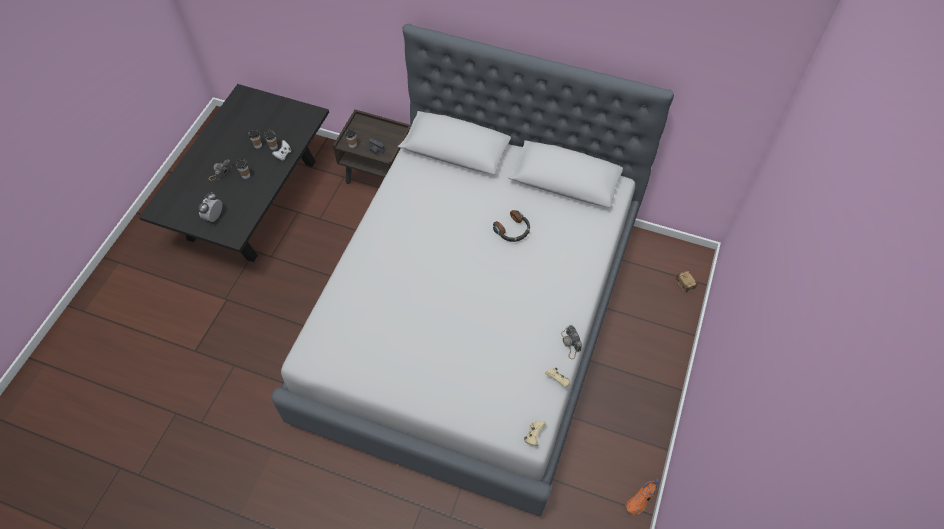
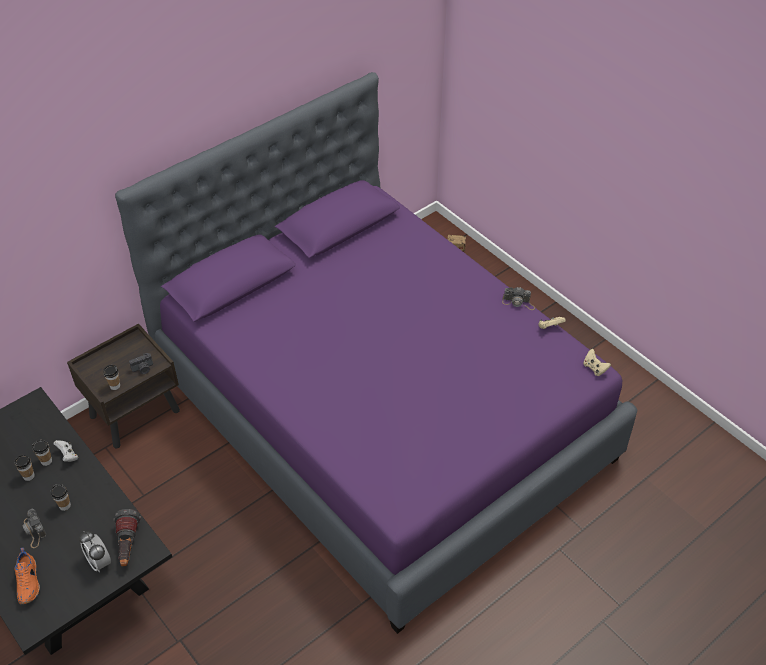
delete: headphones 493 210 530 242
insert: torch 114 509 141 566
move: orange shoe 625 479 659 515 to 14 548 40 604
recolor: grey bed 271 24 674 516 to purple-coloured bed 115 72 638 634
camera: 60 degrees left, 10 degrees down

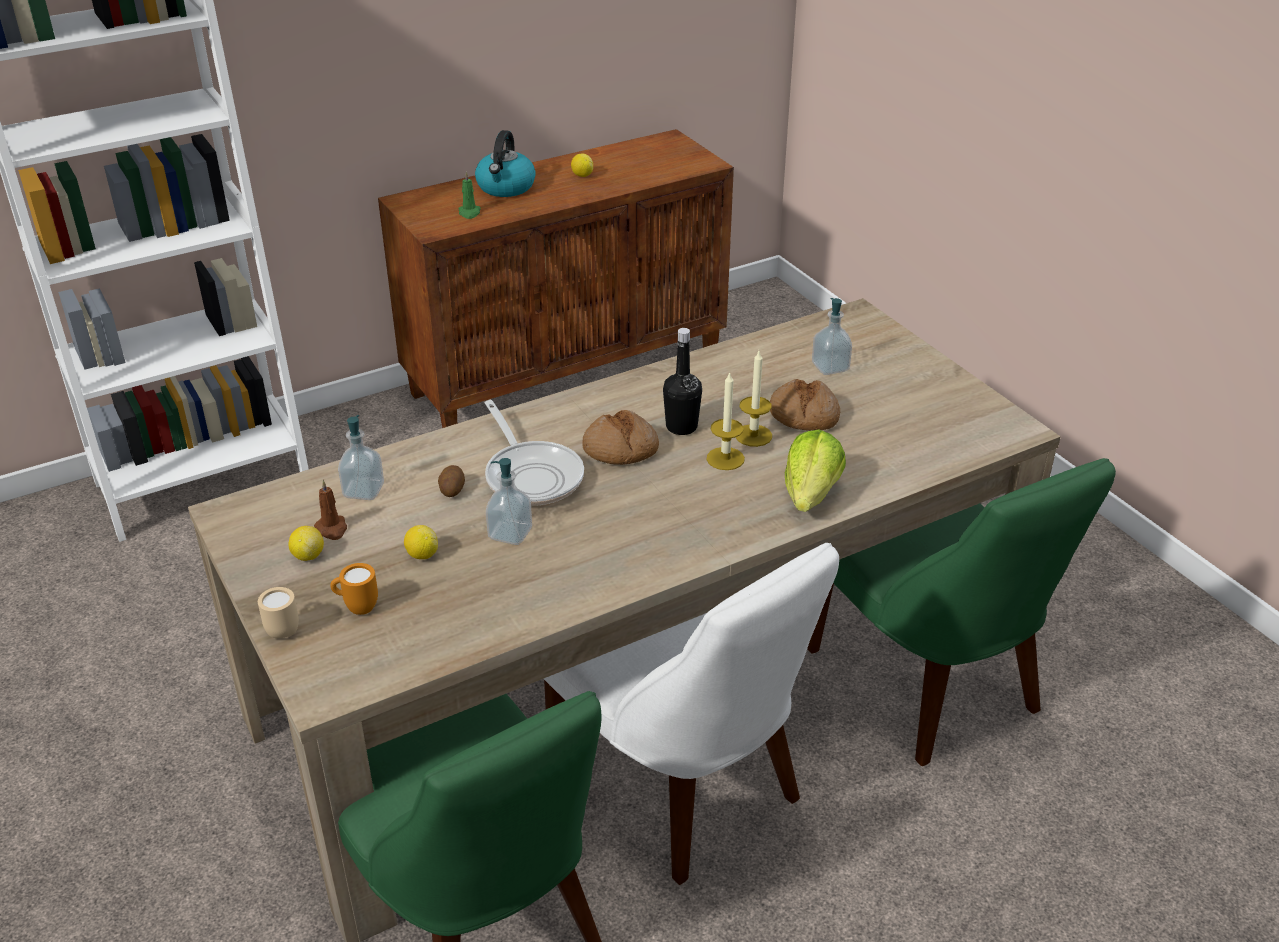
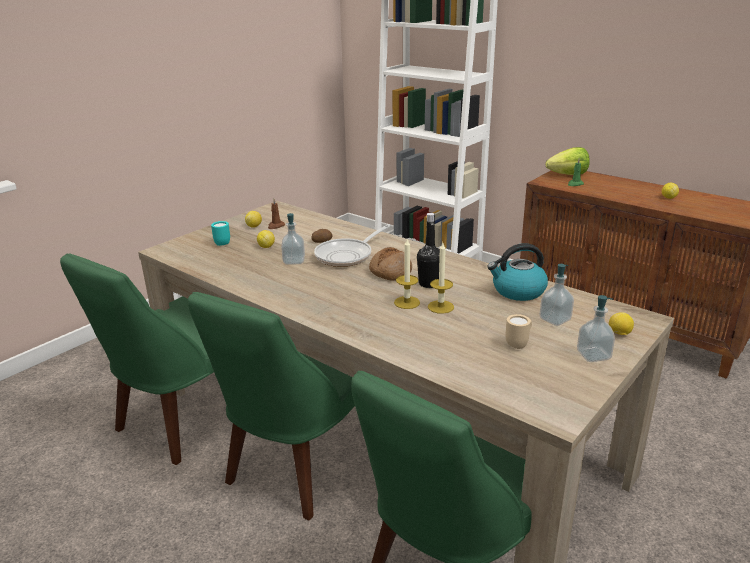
delete: bakery bread 770 379 840 431
insert: citrus fruit 609 312 634 335
move: beige coffee mug 258 587 299 638 to 505 314 532 349; soap dispenser 338 415 384 500 to 577 295 615 362; tea kettle 475 130 536 197 to 487 243 548 301; head of lettuce 785 430 846 512 to 546 147 590 175
recolor: orange coffee mug 330 563 378 615 to turquoise-coloured coffee mug 211 221 230 246; whitish plain chair 544 543 839 885 to greenish plain chair 188 292 355 520
camera: 70 degrees right, 10 degrees down

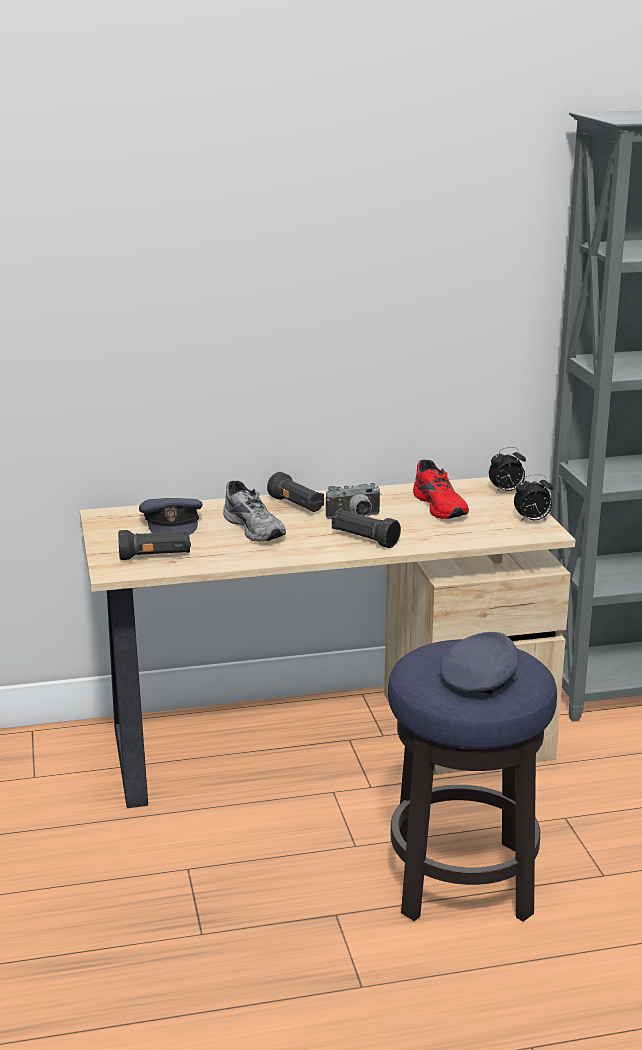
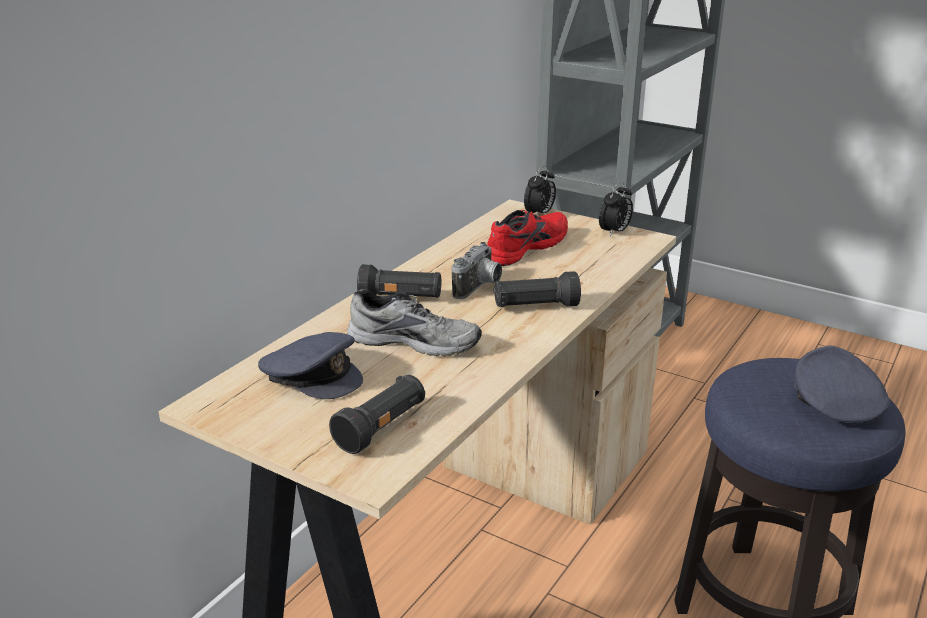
rotate: red shoe 413 460 469 519 = 487 210 568 266 75 degrees counterclockwise
camera: 45 degrees left, 5 degrees up

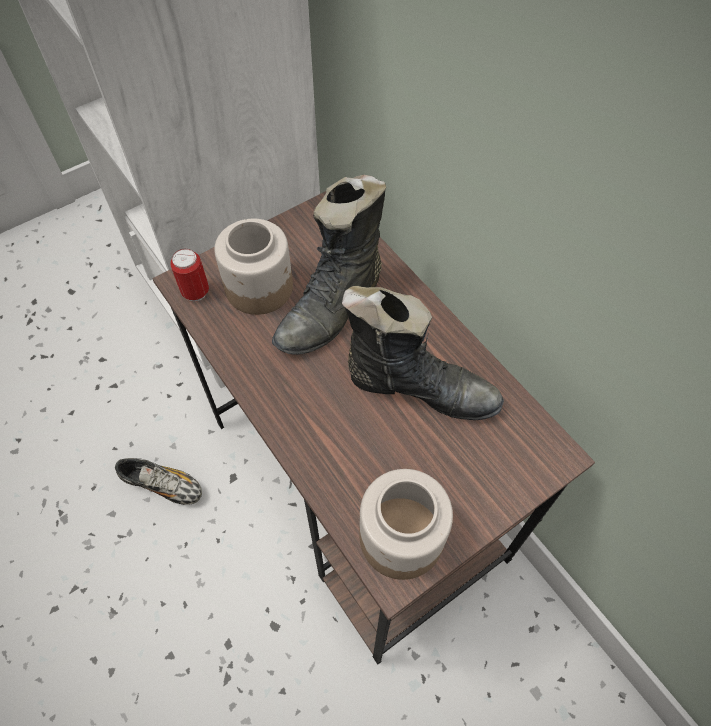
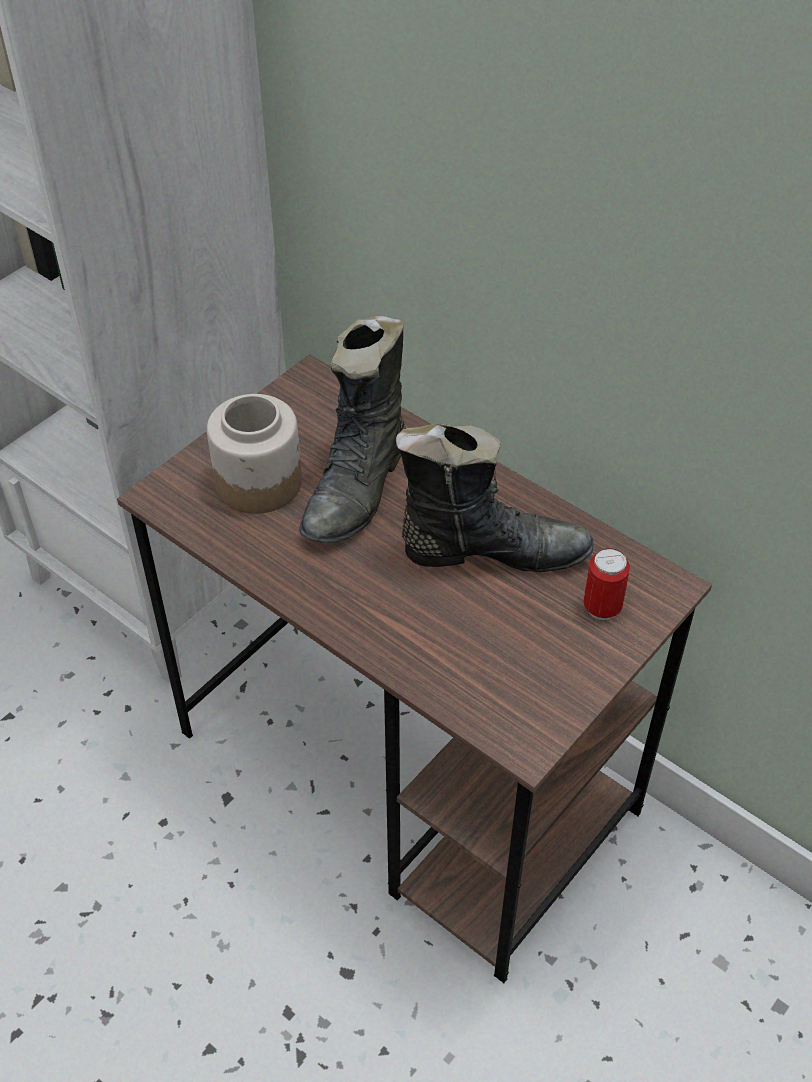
delete: shoe 115 458 202 505; jar 359 469 453 580
move: metal can 170 249 209 301 to 583 548 630 620
camera: 15 degrees left, 10 degrees down

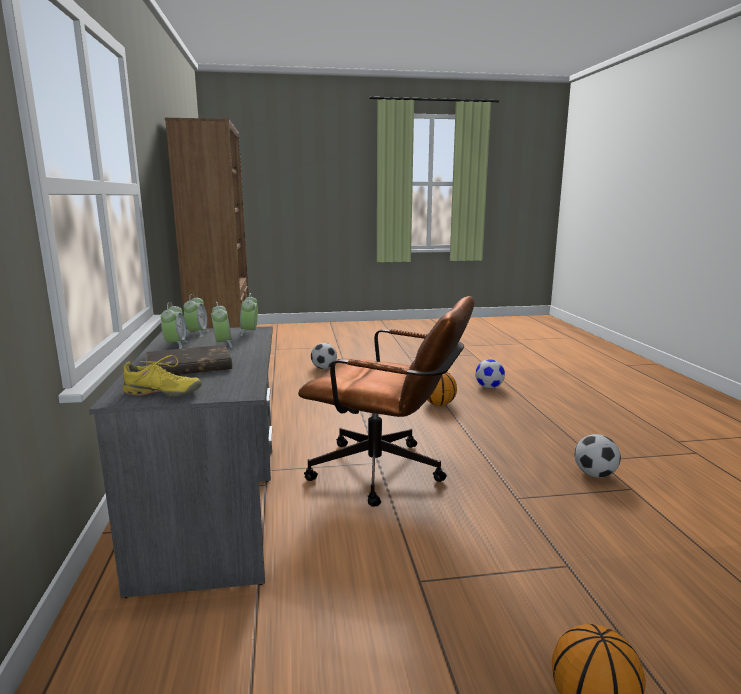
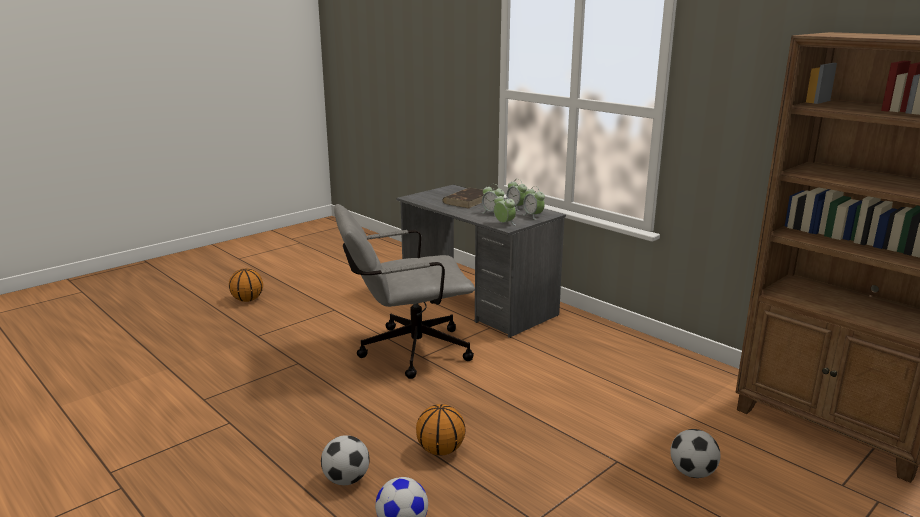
delete: yellow-coloured shoe 122 355 202 397
move: football 575 434 621 478 to 321 435 370 485
recolor: brown office chair 298 296 474 507 to grey office chair 334 204 475 379
camera: 145 degrees right, 5 degrees up

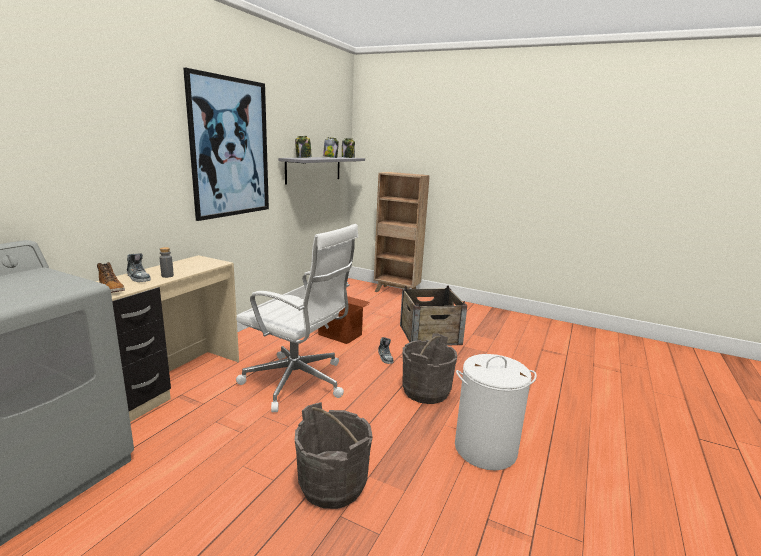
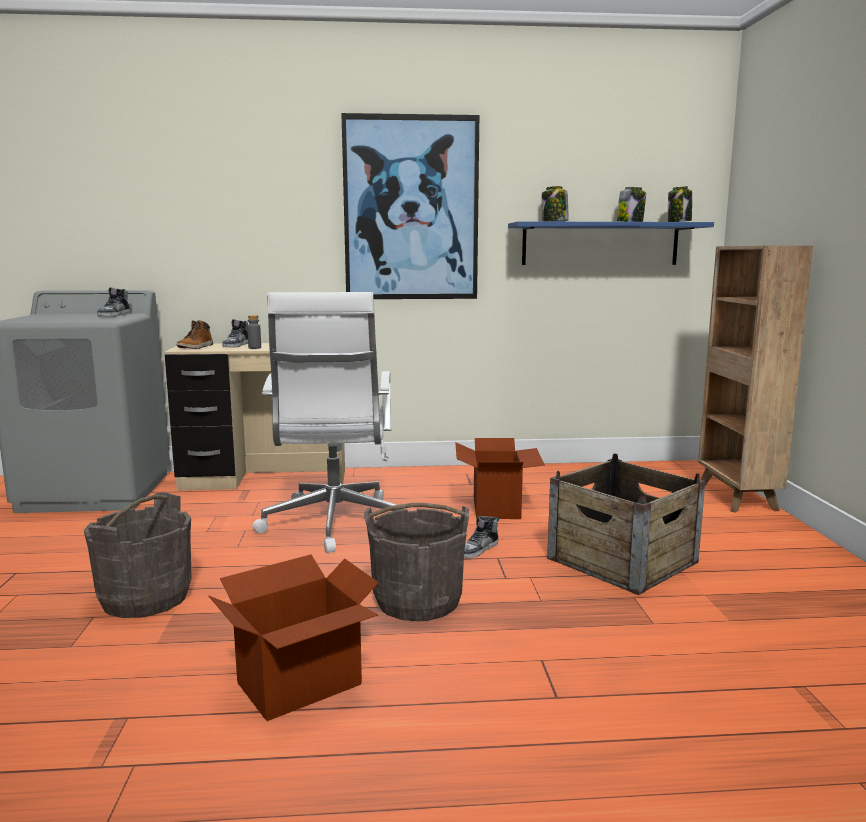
insert: shoe 97 287 130 317
replace: whitish hamper 455 354 537 471 to cardboard box 208 555 379 721
recolor: grey shelf 278 157 365 185 to blue-coloured shelf 508 221 714 265
camera: 60 degrees right, 5 degrees down

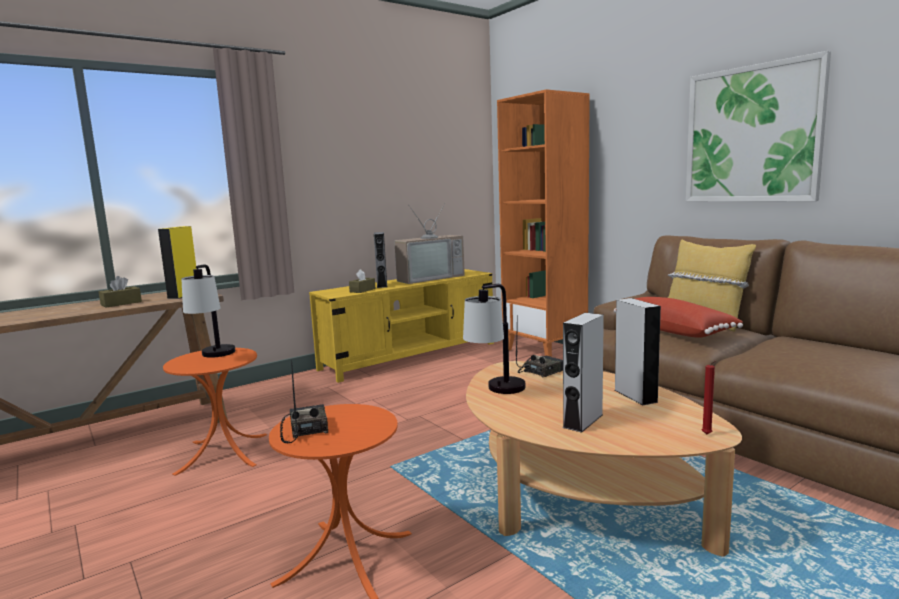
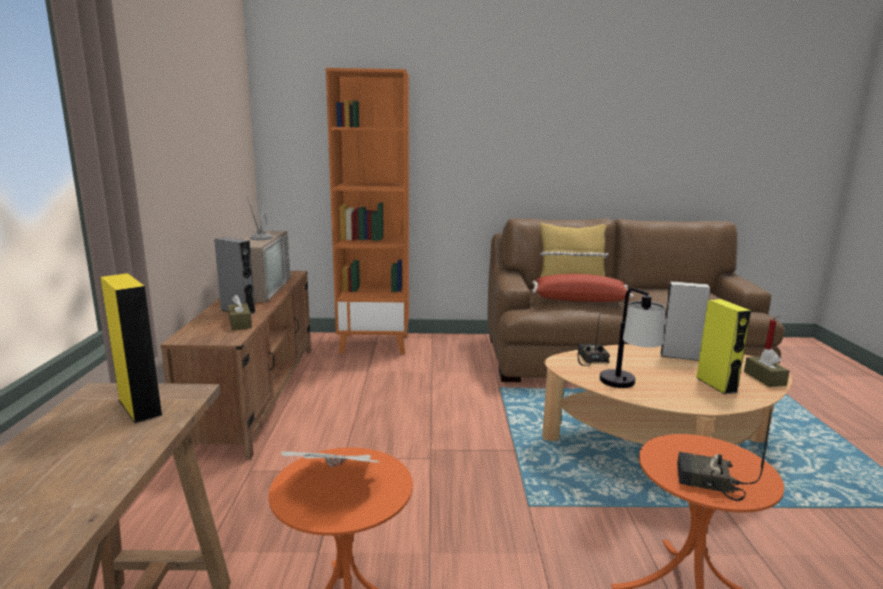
delete: picture 686 51 831 202
move: brown tissue box 99 276 142 307 to 744 349 790 387
replace: tabletop lamp 181 264 235 358 to daily paper 281 451 380 467
recolor: yellow-coloured tv unit 309 269 494 383 to brown tv unit 161 271 311 460; grey loudspeaker 563 313 604 433 to yellow-coloured loudspeaker 695 299 751 394
camera: 55 degrees left, 5 degrees up

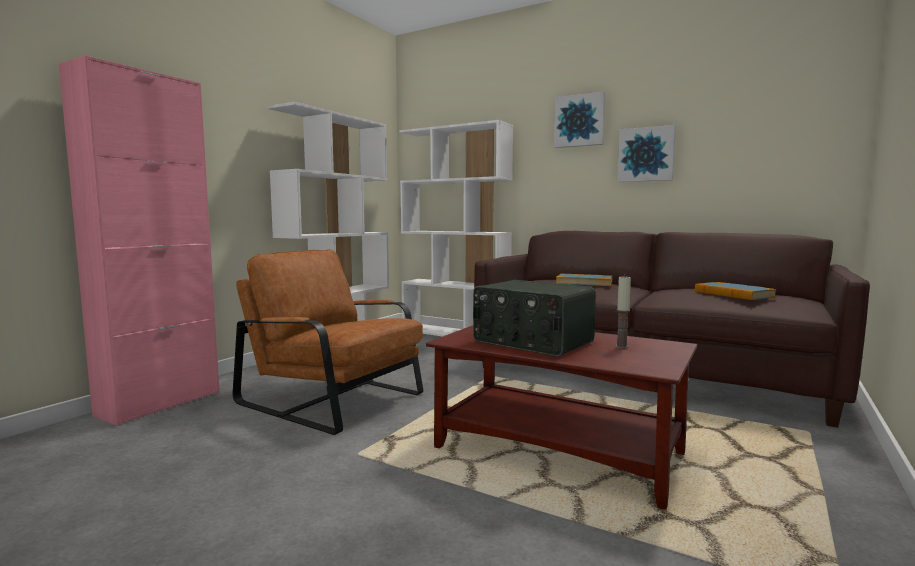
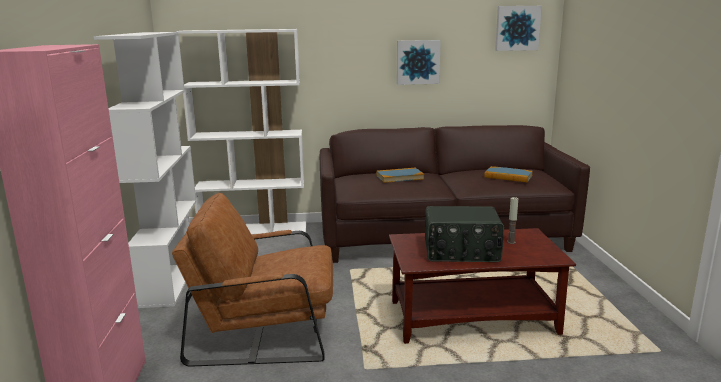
move: picture 554 91 606 148 to 495 6 542 51
camera: 35 degrees left, 10 degrees up

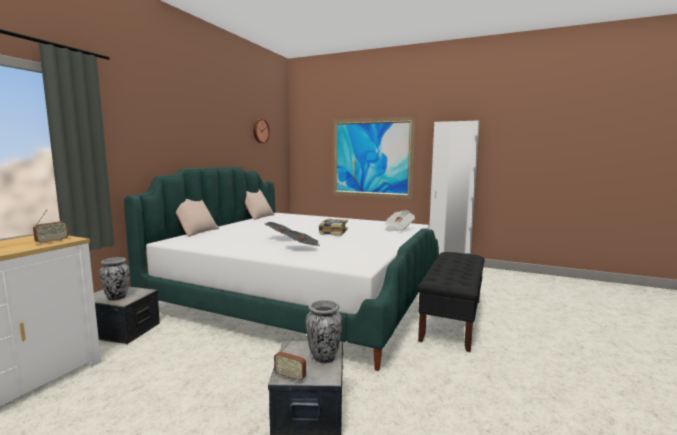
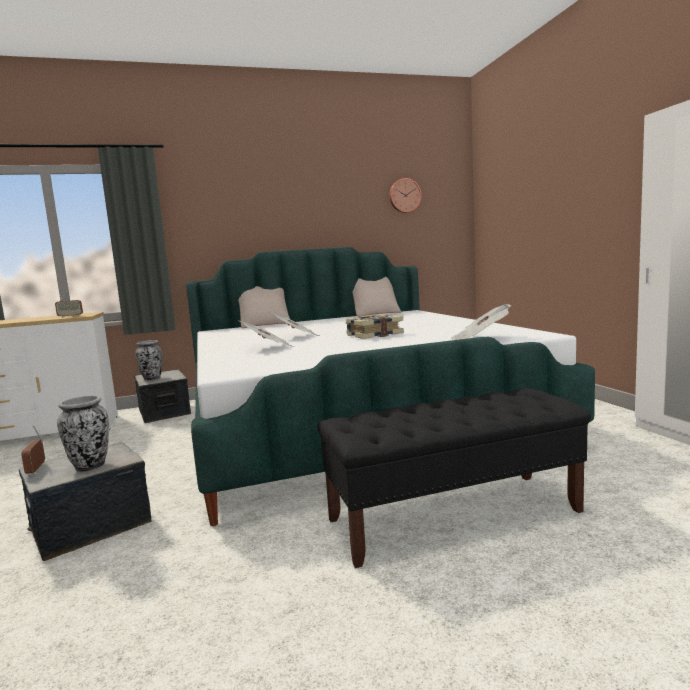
delete: picture 333 117 416 199
camera: 50 degrees right, 0 degrees up

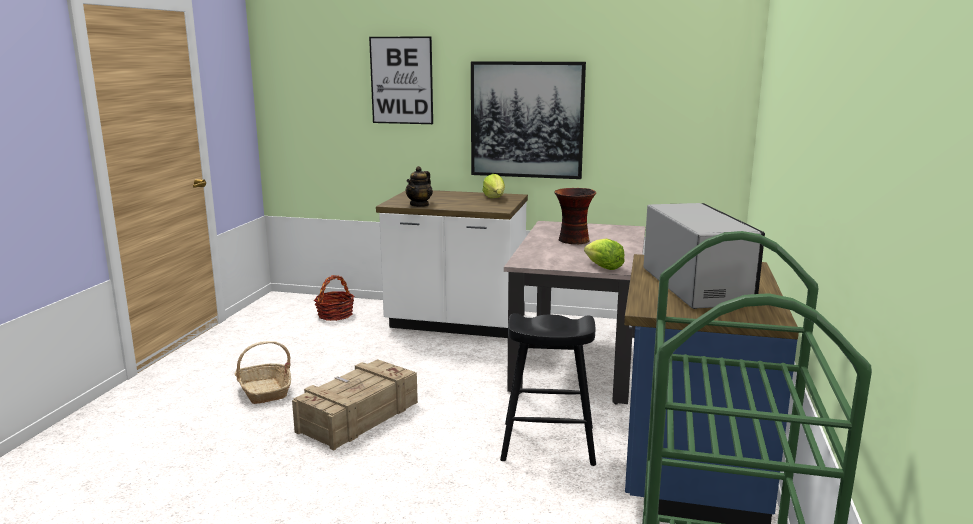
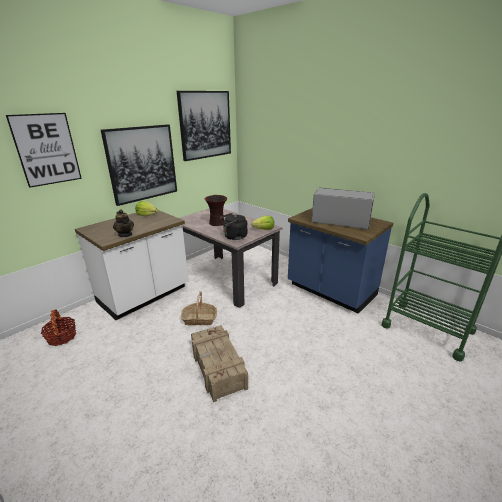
delete: black-coloured stool 500 313 596 466
insert: picture 177 91 231 161; black-coloured tea kettle 220 213 248 240
move: storage basket 235 341 291 404 to 181 291 217 325
camera: 60 degrees left, 10 degrees up

